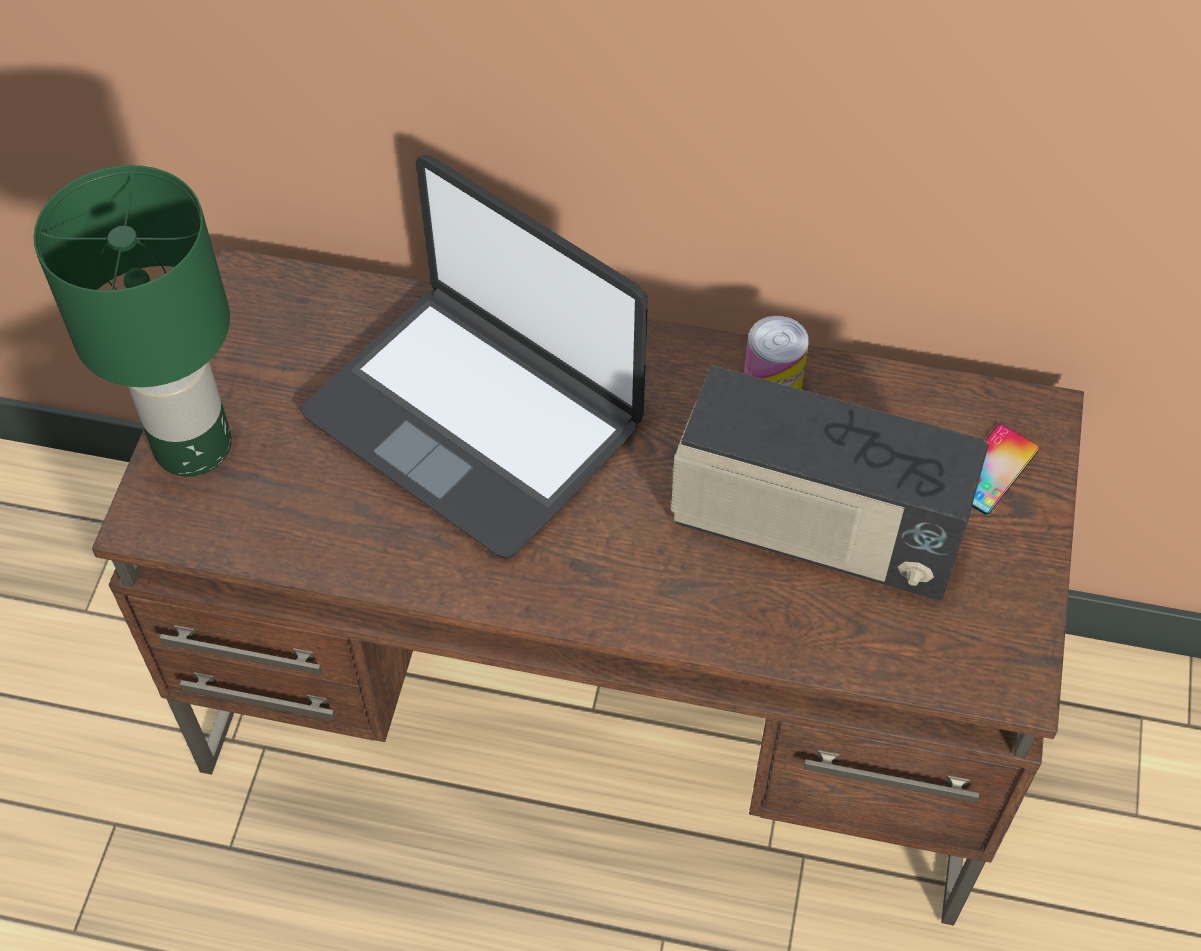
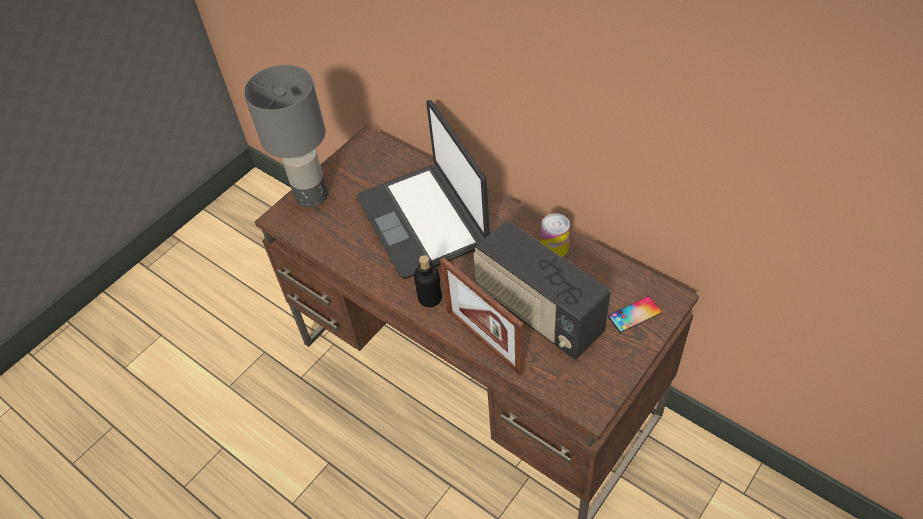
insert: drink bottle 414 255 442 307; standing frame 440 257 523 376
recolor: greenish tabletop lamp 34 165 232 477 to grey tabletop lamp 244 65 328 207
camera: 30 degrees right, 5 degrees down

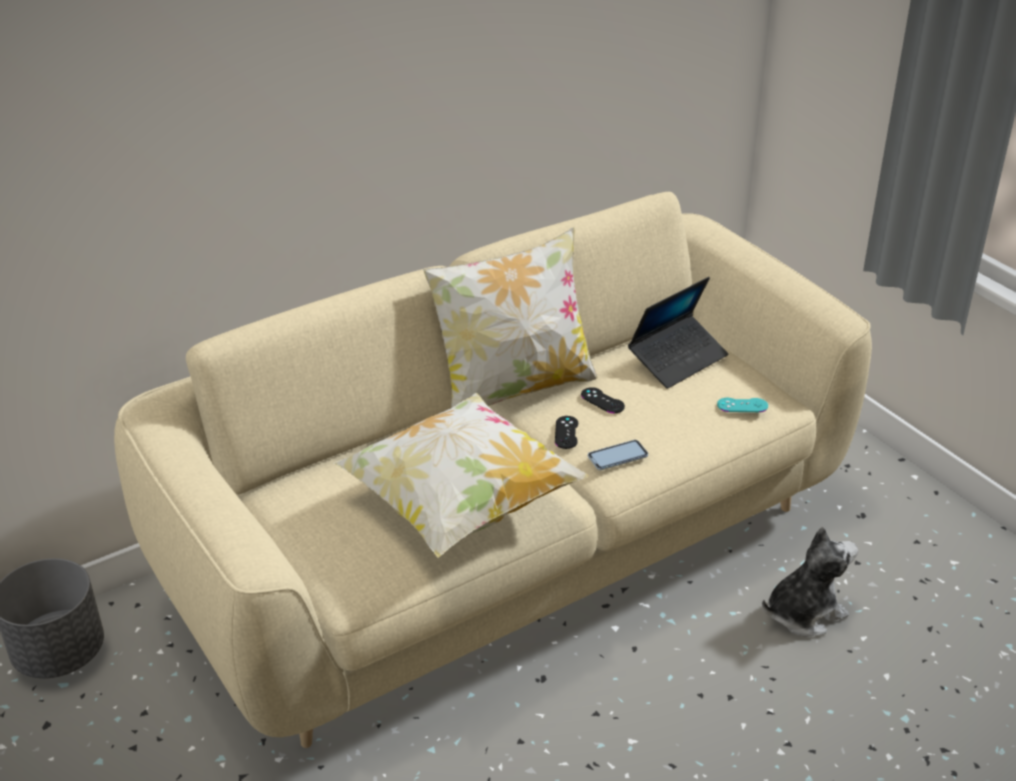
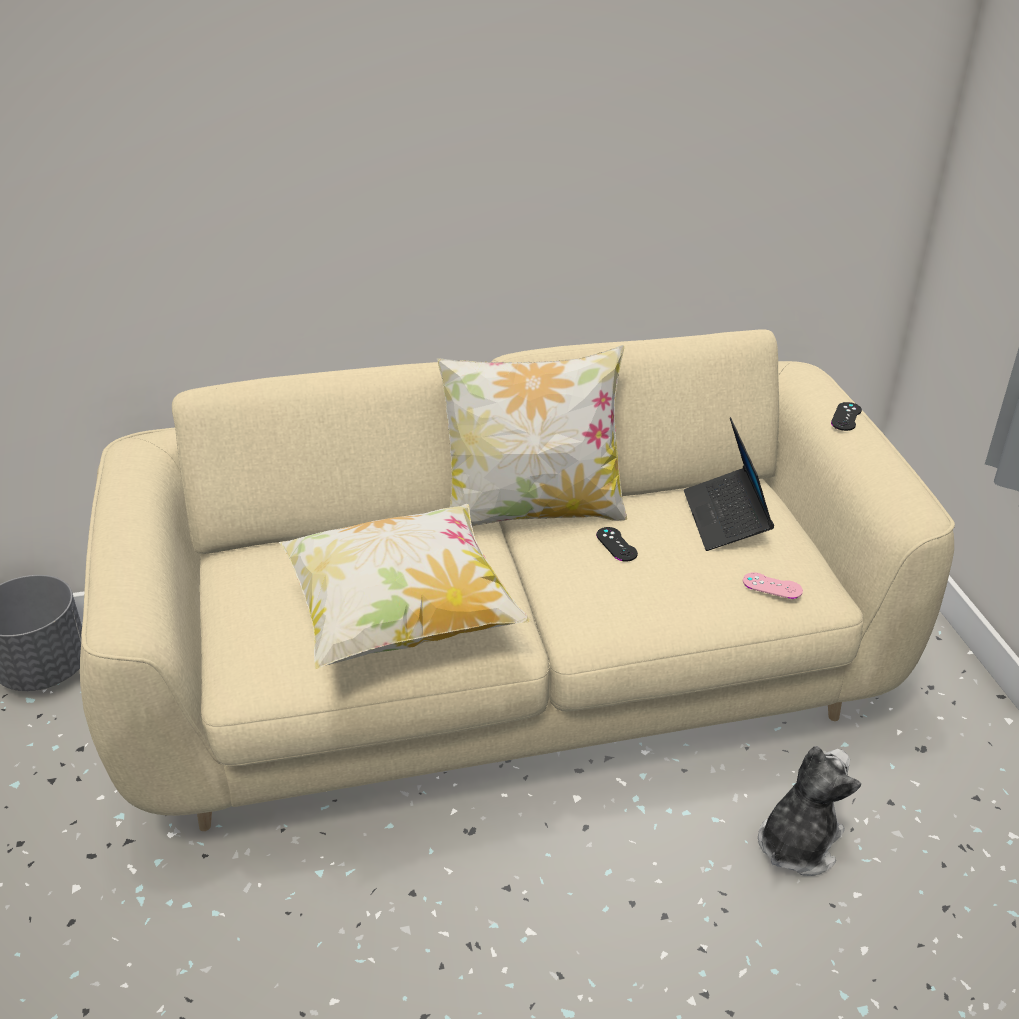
delete: handset 588 440 648 470
move: black-coloured gamepad 555 416 578 449 to 831 402 862 431
recolor: turquoise-coloured gamepad 717 398 768 412 to pinkish gamepad 743 572 803 599
rotate: portable computer 628 277 728 389 = 684 417 774 551 105 degrees clockwise; soft toy 762 527 858 637 = 758 746 861 876 45 degrees counterclockwise
camera: 20 degrees right, 0 degrees up

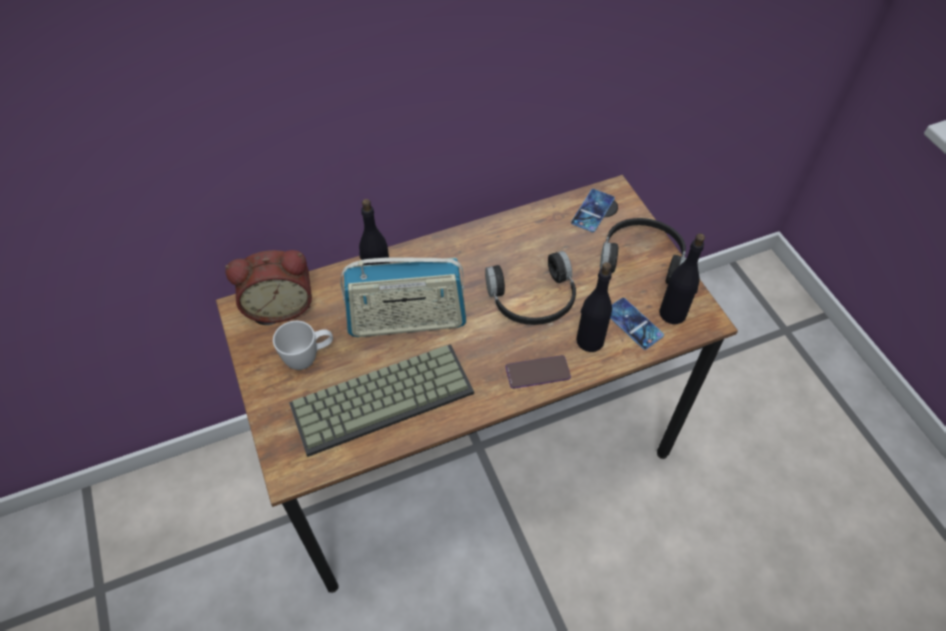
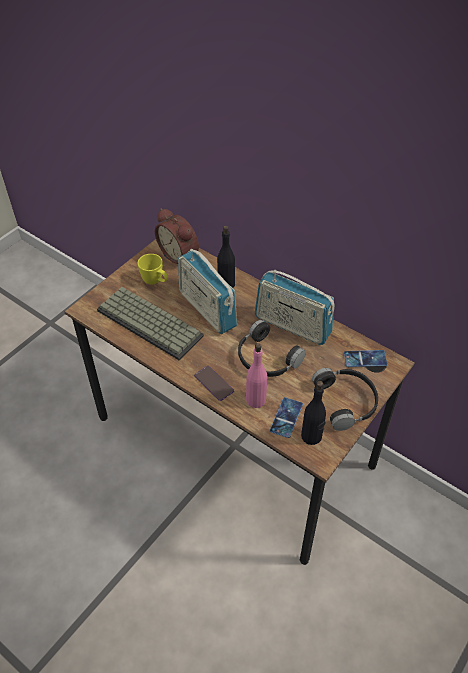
insert: radio receiver 255 270 335 345
recolor: whitish coffee mug 273 321 333 370 to yellow-coloured coffee mug 138 254 168 285; black-coloured drink bottle 576 262 612 352 to pinkish drink bottle 246 343 267 408
camera: 60 degrees right, 5 degrees down

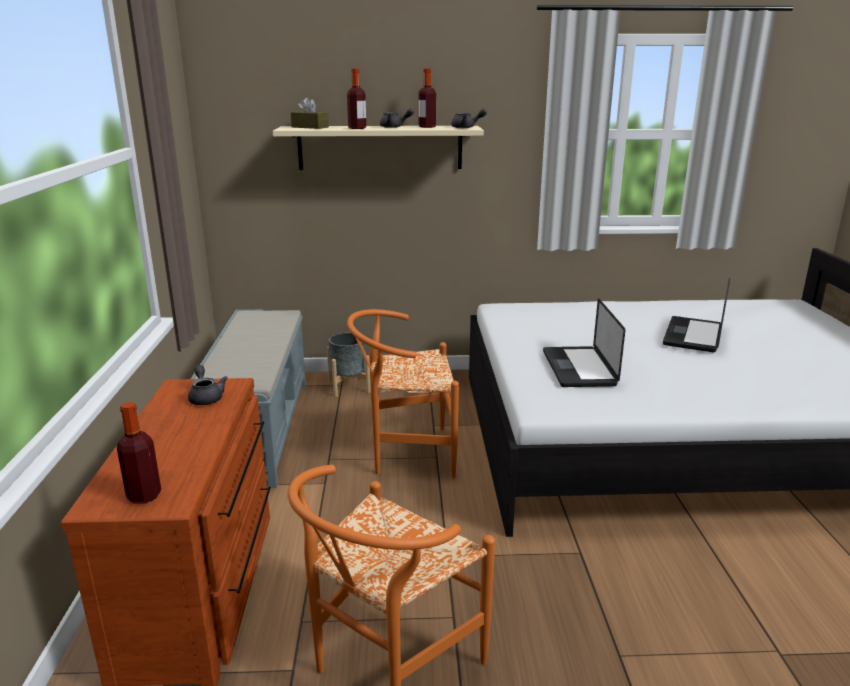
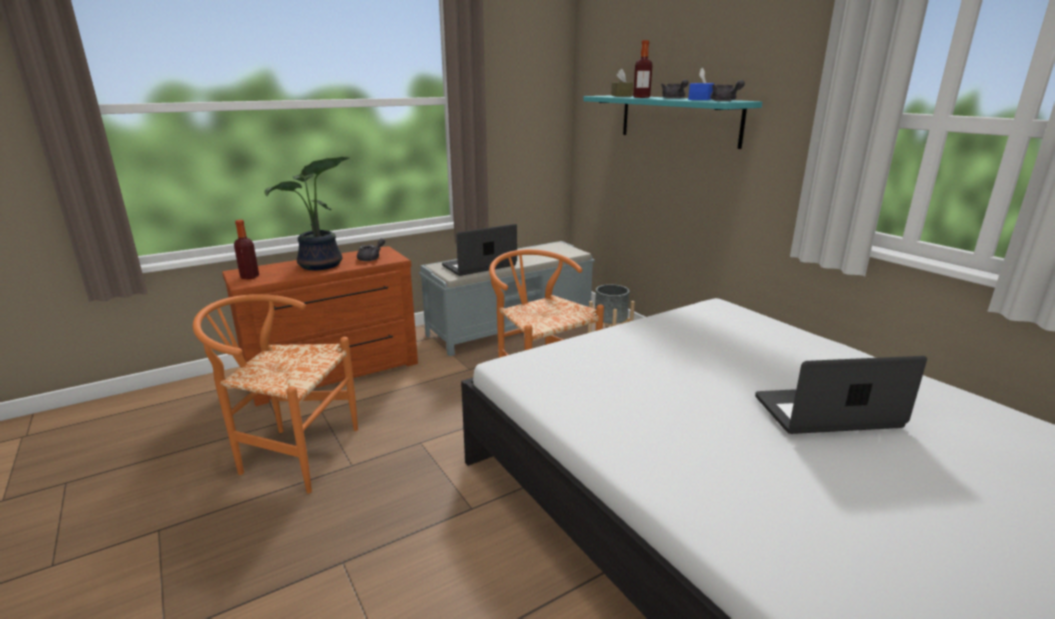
insert: potted plant 264 157 349 270
move: portable computer 543 298 625 387 to 442 224 517 276
replace: drink bottle 418 69 436 128 to blue-coloured tissue box 688 67 714 100
recolor: beige shelf 273 126 484 170 to turquoise-coloured shelf 583 96 762 149
camera: 60 degrees right, 0 degrees up

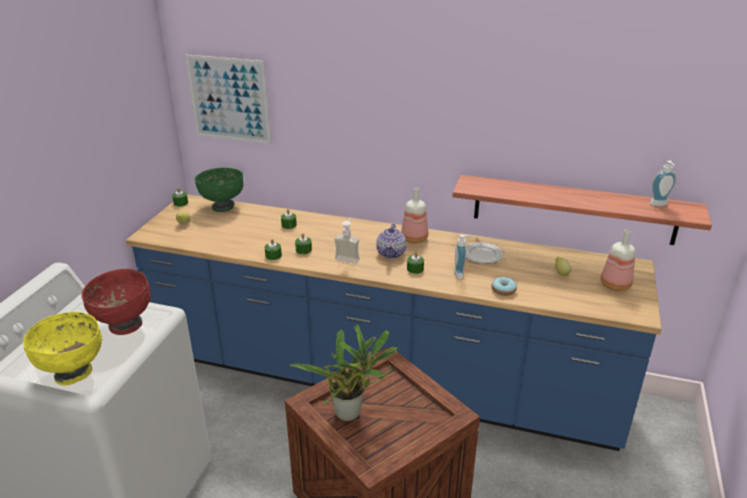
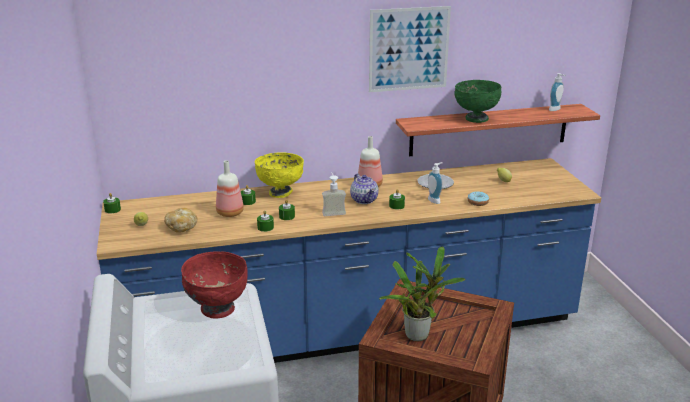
insert: bakery bread 164 208 198 233
move: yellow-coloured serving bowl 23 312 102 386 to 254 152 304 198; picture 186 55 271 144 to 369 6 451 92; greenish serving bowl 195 168 243 212 to 454 80 501 123; drink bottle 601 230 635 291 to 216 160 244 217
camera: 30 degrees left, 5 degrees down

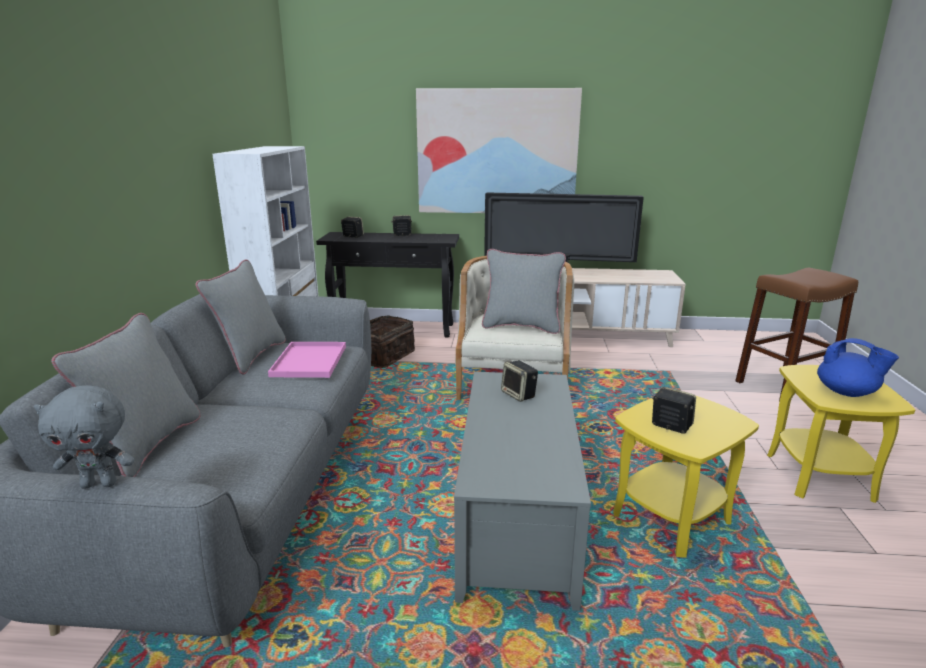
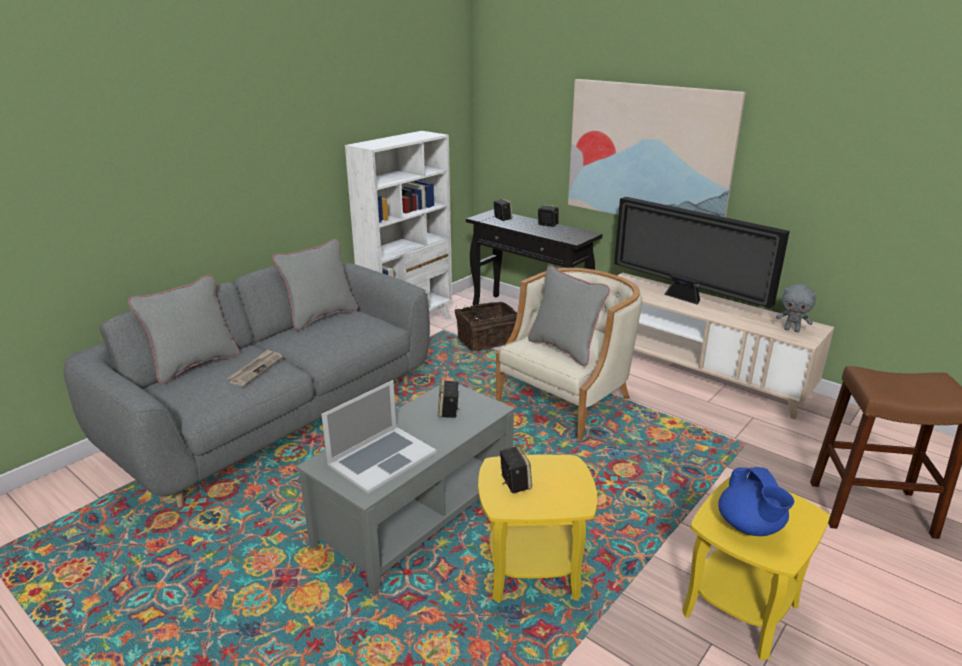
delete: pinkish tray 268 342 346 378
insert: daily paper 227 349 283 386; portable computer 321 380 436 494
move: grey soft toy 34 385 135 489 to 776 284 816 332
camera: 35 degrees right, 5 degrees up

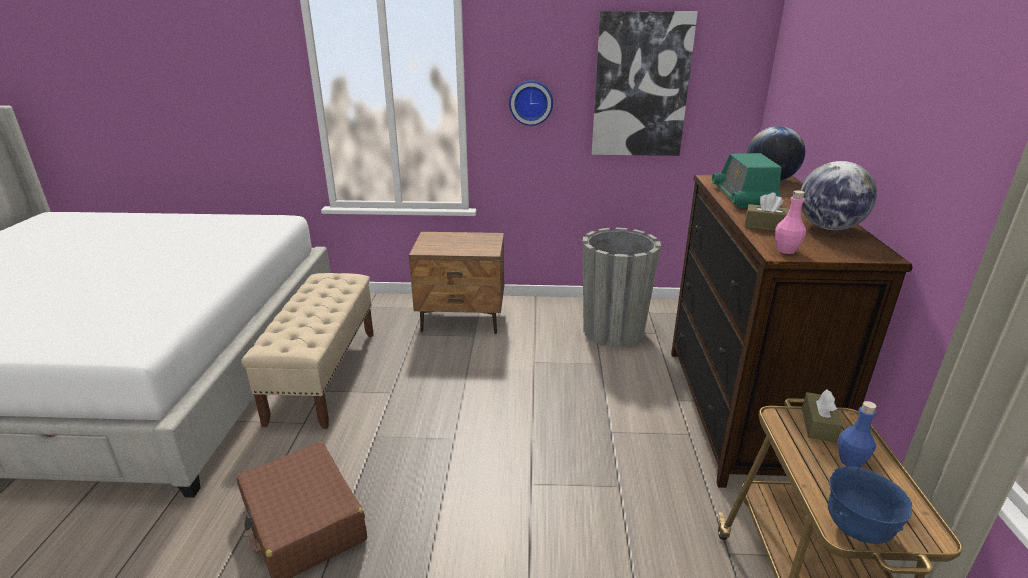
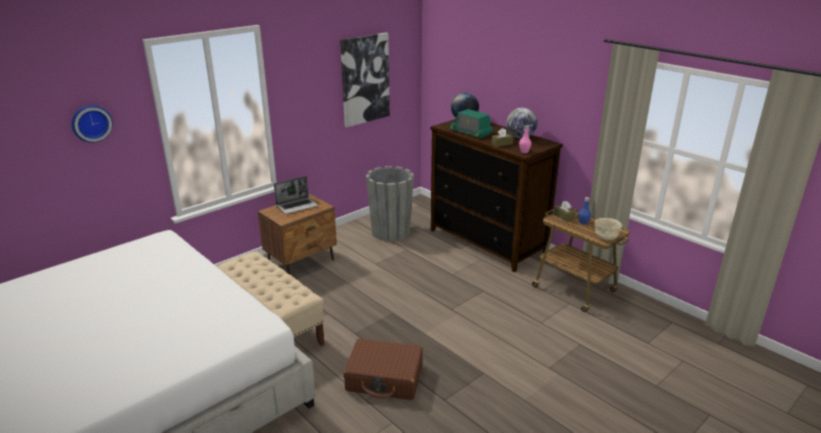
insert: portable computer 274 176 318 214
move: hanging clock 509 80 553 126 to 72 105 113 143
recolor: blue-coloured serving bowl 828 466 912 544 to beige serving bowl 594 218 622 240
camera: 45 degrees left, 0 degrees up

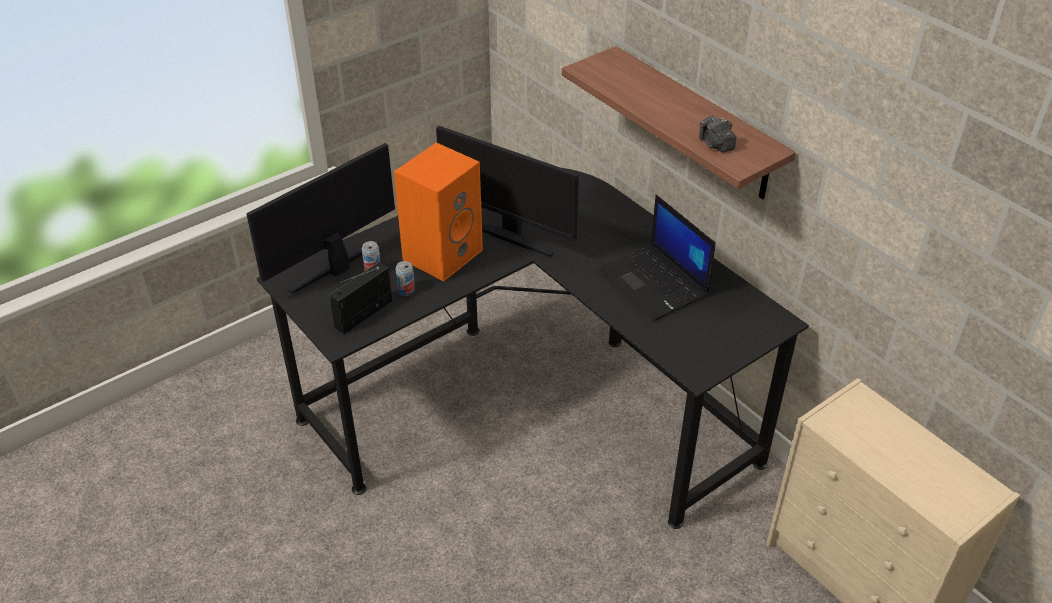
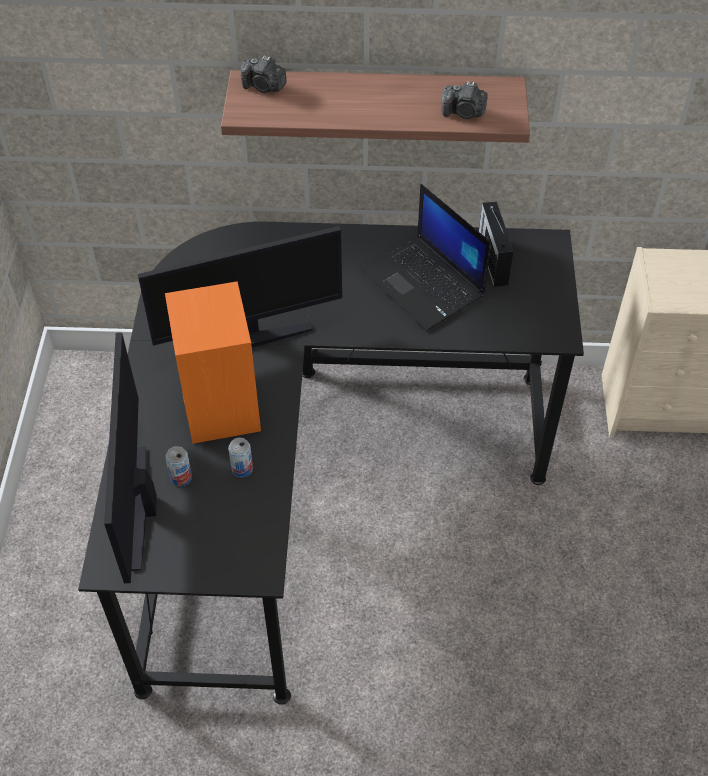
insert: still camera 240 55 287 93
move: radio receiver 329 262 392 334 to 479 201 513 287
rotate: portable computer 599 195 716 320 = 361 184 491 331 45 degrees clockwise
camera: 50 degrees left, 10 degrees up

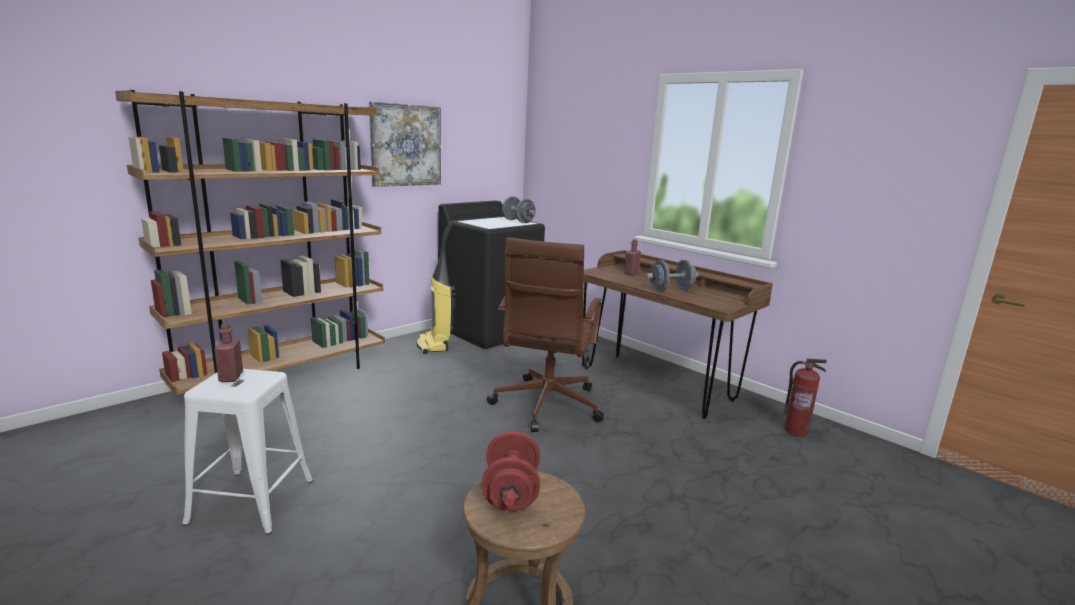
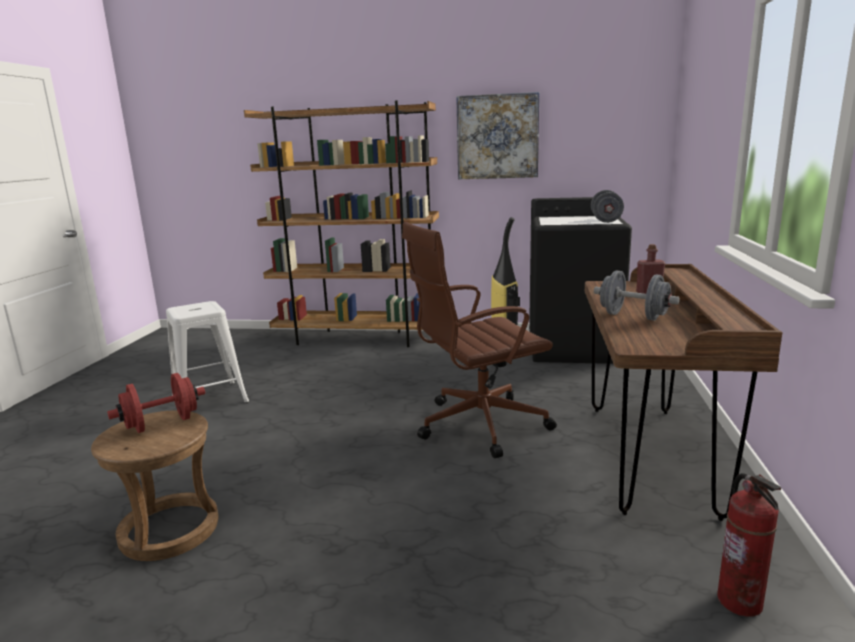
delete: red drink bottle 214 323 243 382
camera: 55 degrees right, 0 degrees up

